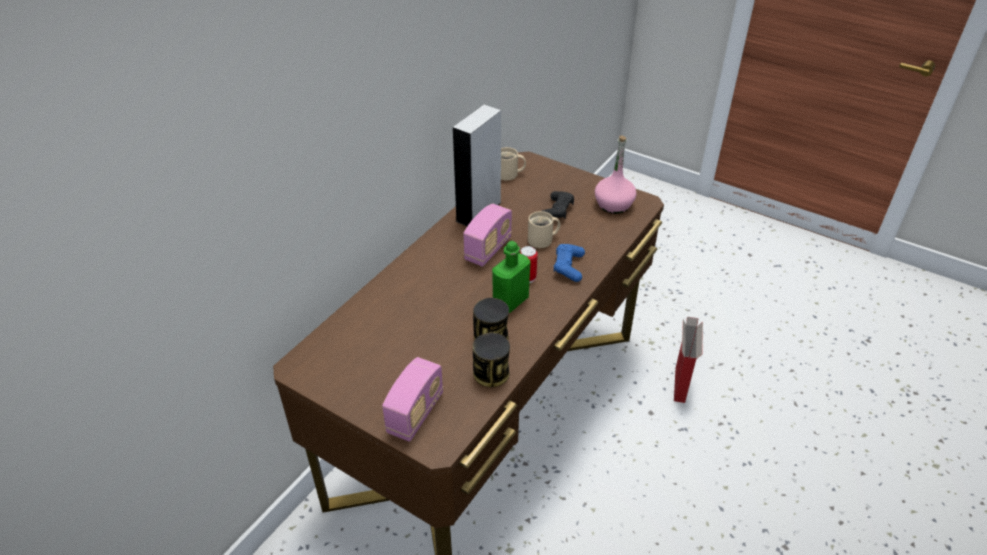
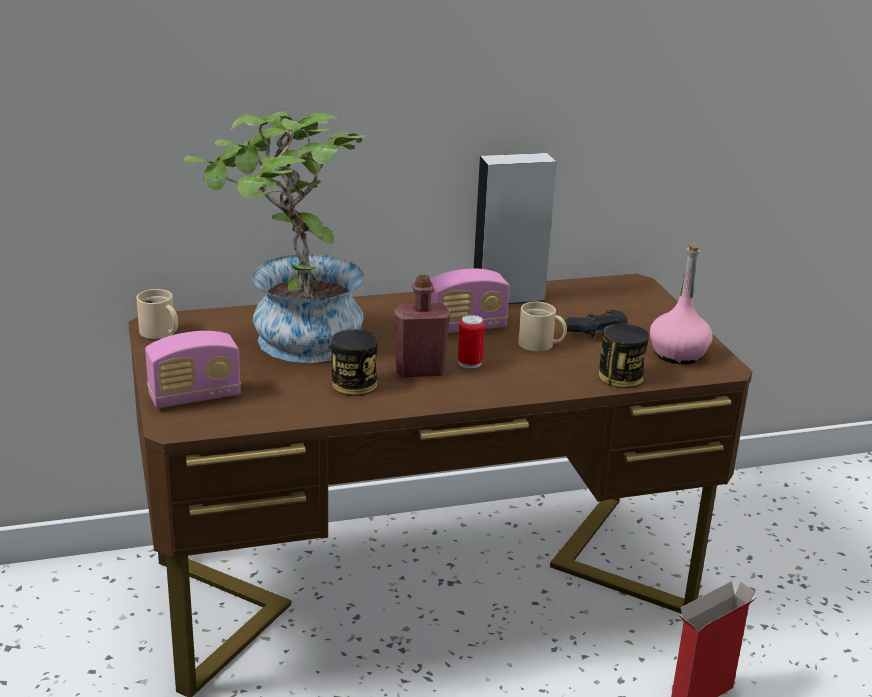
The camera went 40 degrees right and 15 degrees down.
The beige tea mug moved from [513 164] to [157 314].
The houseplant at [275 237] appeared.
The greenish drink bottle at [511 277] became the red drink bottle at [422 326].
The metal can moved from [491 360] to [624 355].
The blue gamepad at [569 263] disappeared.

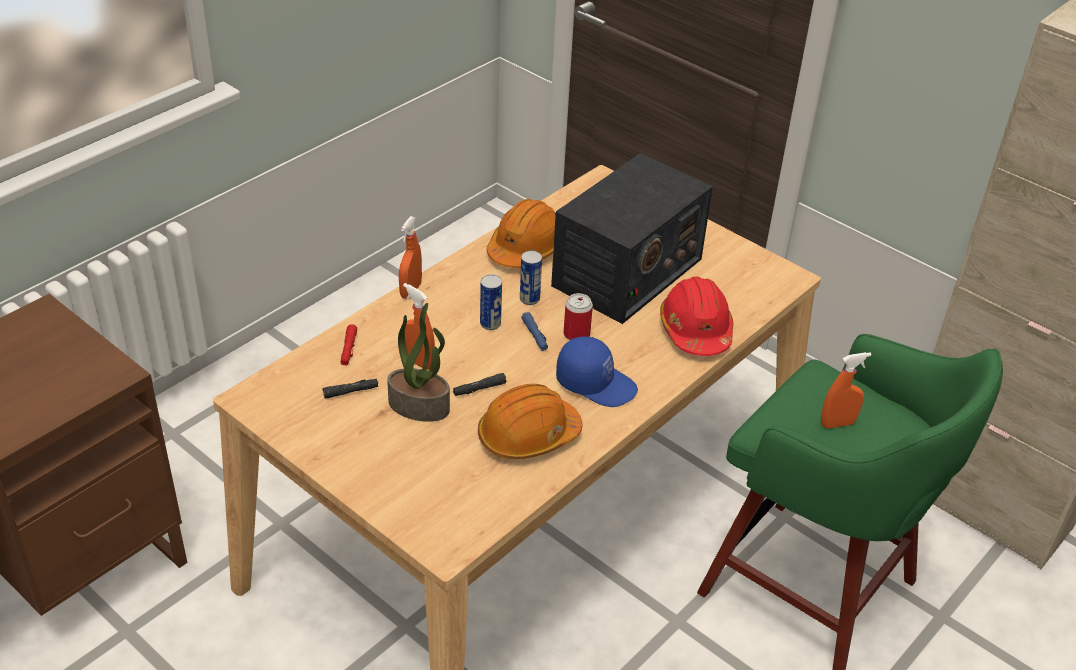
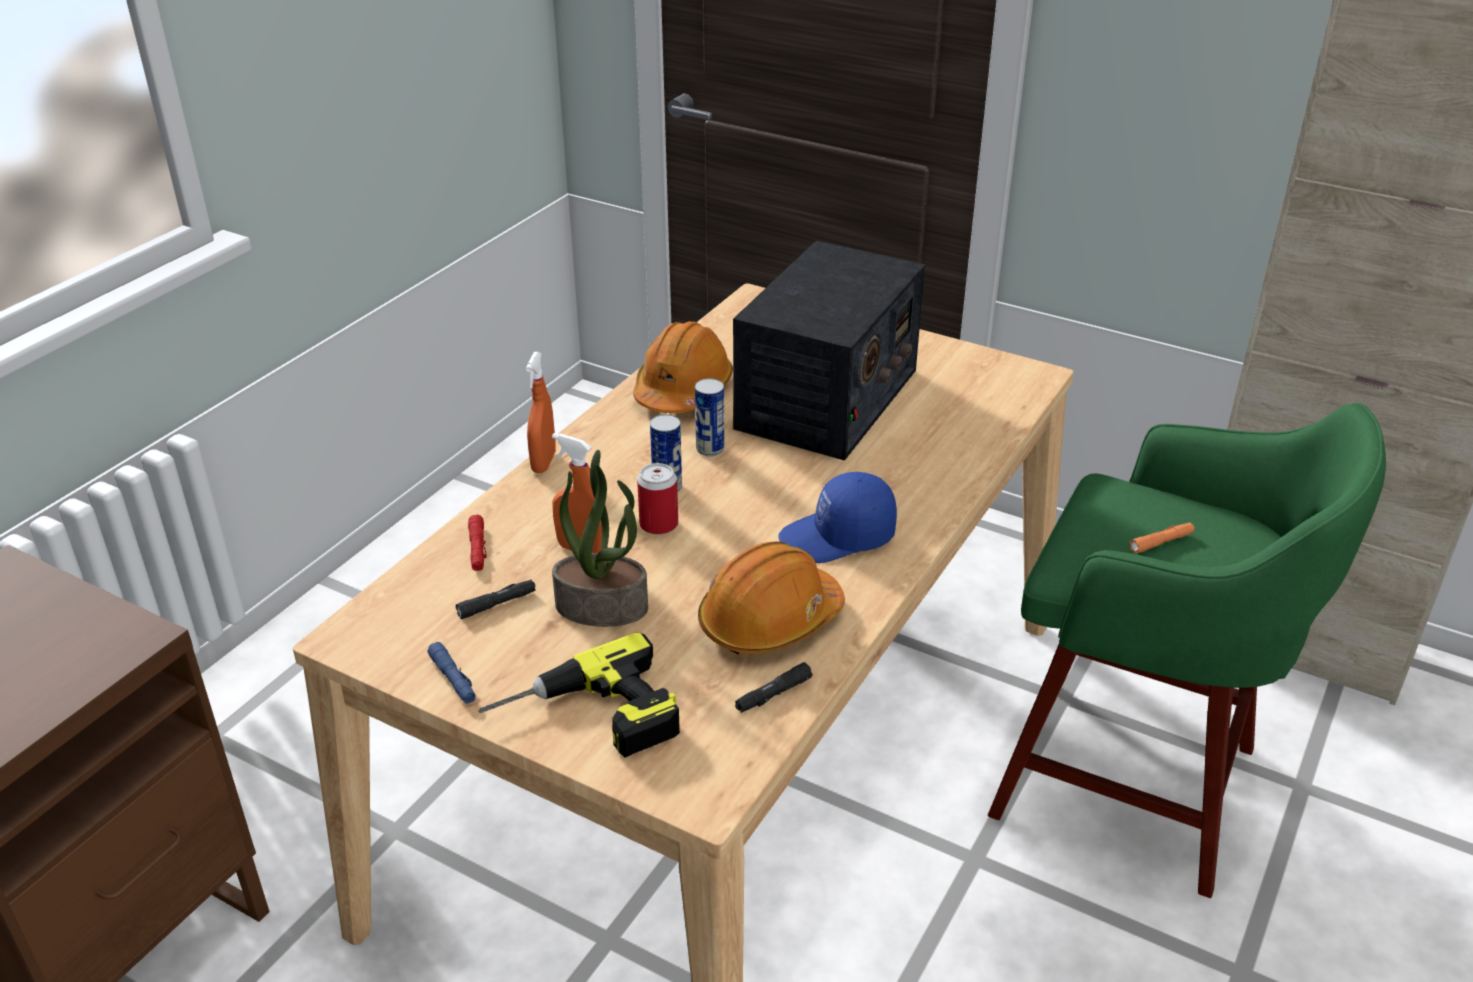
The camera went 10 degrees left and 5 degrees down.
The blue hand torch moved from [535 331] to [451 673].
The power drill at [579 695] appeared.
The metal can moved from [578 316] to [657 499].
The black hand torch moved from [479 384] to [773 687].
The blue peaked cap at [597 371] turned 150 degrees clockwise.
The orange-coloured sprayer at [846 390] was replaced by the orange-coloured hand torch at [1161 538].
The red safety helmet at [697 316] disappeared.

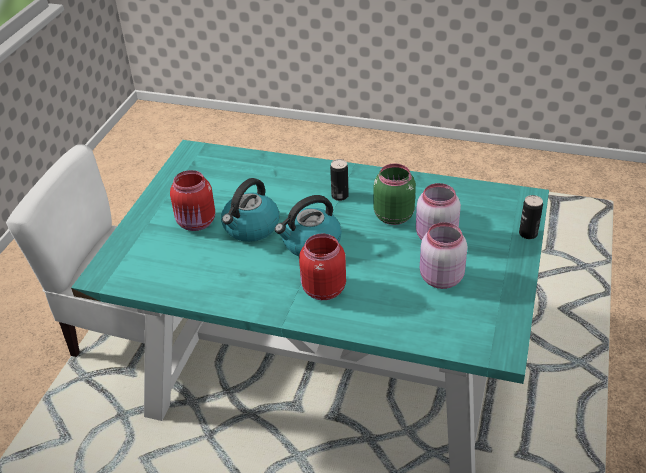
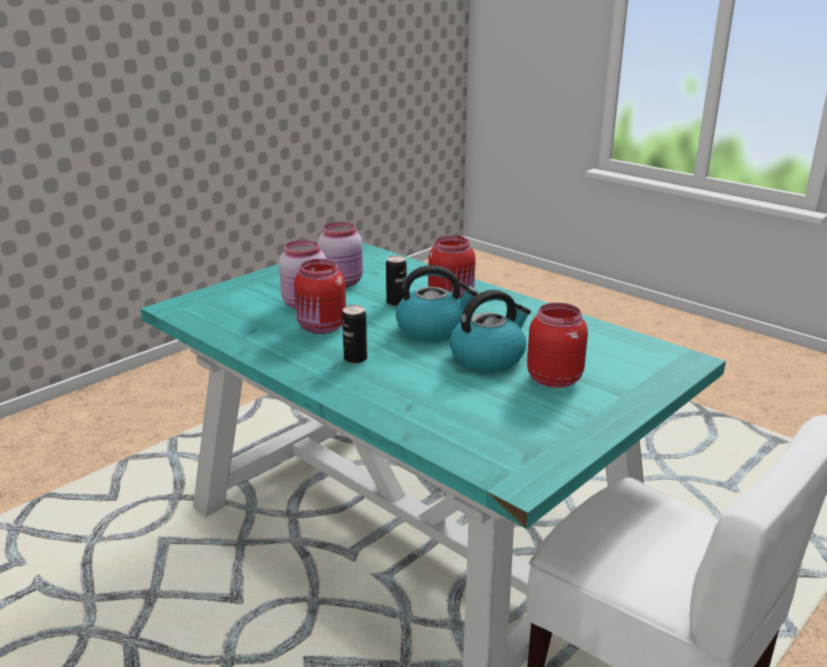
The camera went 155 degrees left and 15 degrees down.
The greenish jar at [395 194] became the red jar at [320 296].
The metal can moved from [531 217] to [396 280].

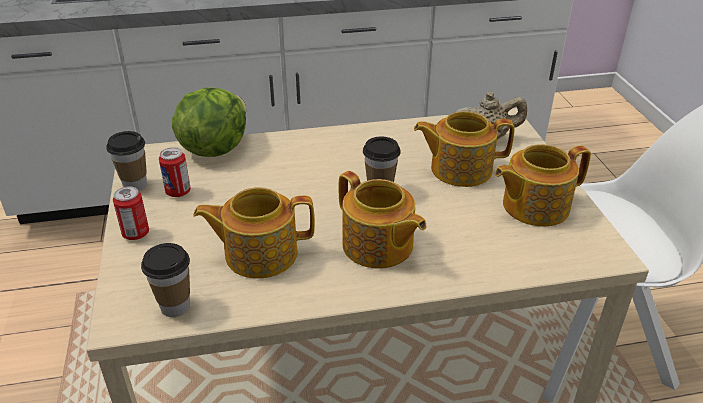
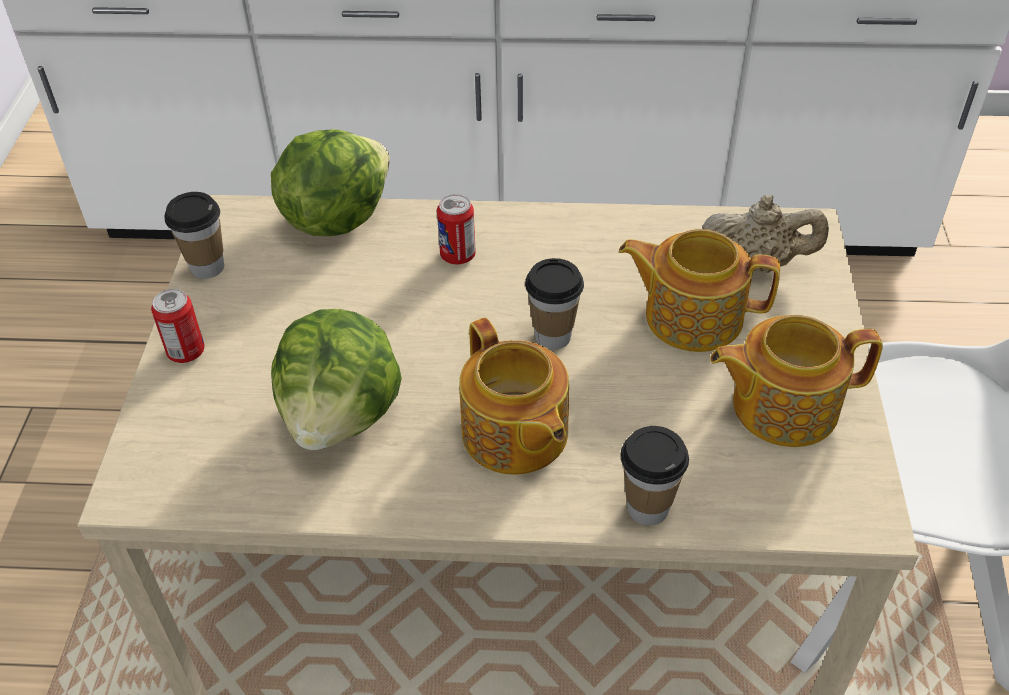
The camera went 15 degrees right and 10 degrees up.
The pot for tea at [254 232] was replaced by the lettuce at [336 379].
The metal can moved from [175 172] to [456 229].
The small cup moved from [165 280] to [654 476].

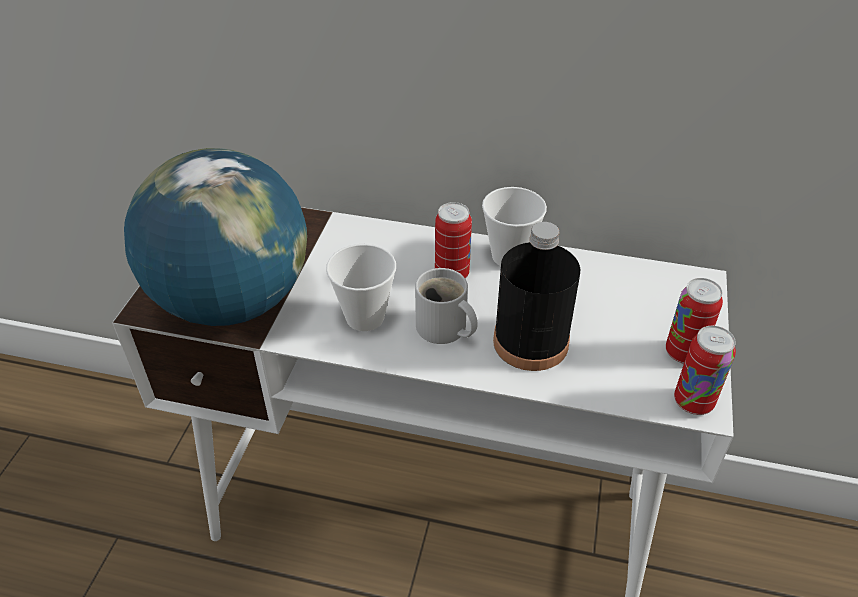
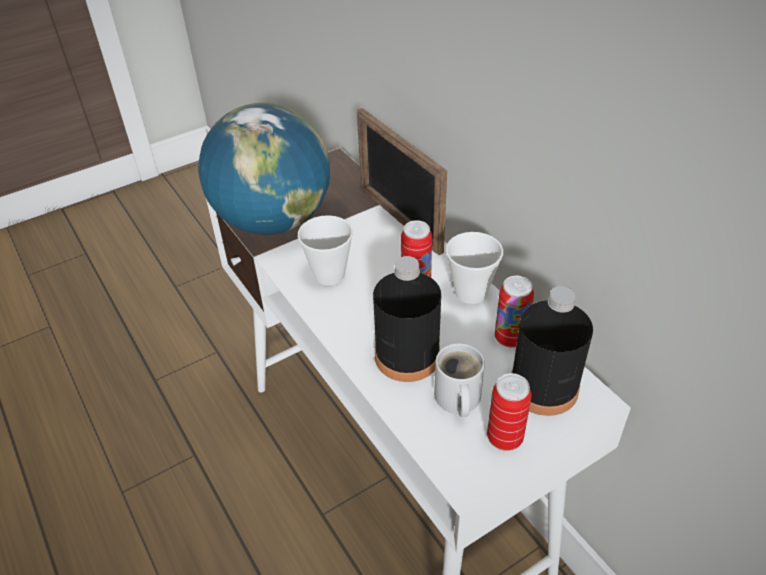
The camera went 45 degrees right and 0 degrees up.
The photo frame at [402 181] appeared.
The white-coloured tea mug moved from [446 306] to [459 380].
The metal can moved from [705 370] to [514 312].
The black drink bottle at [552 351] appeared.

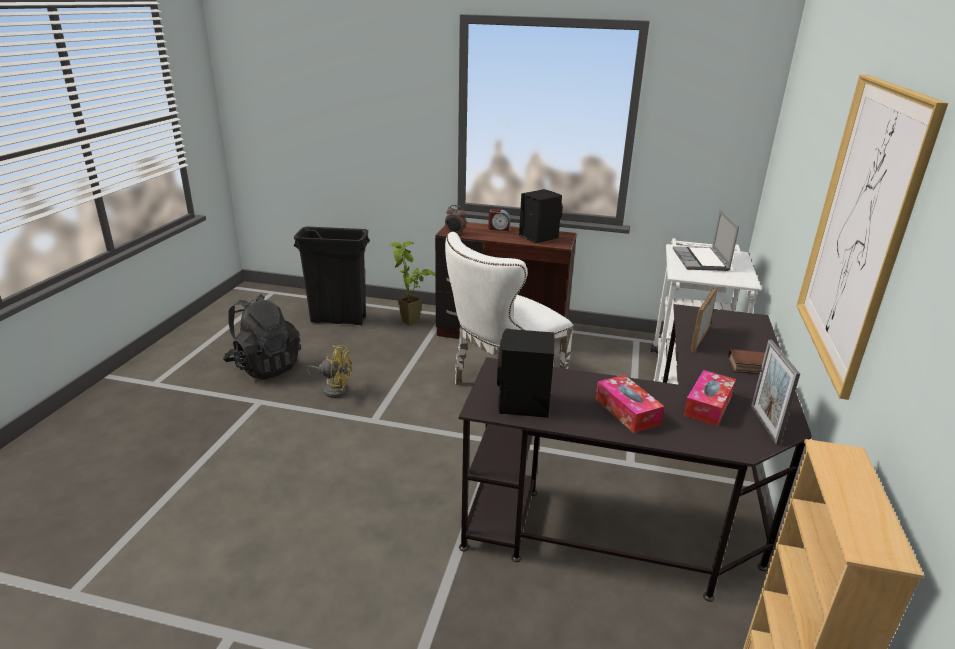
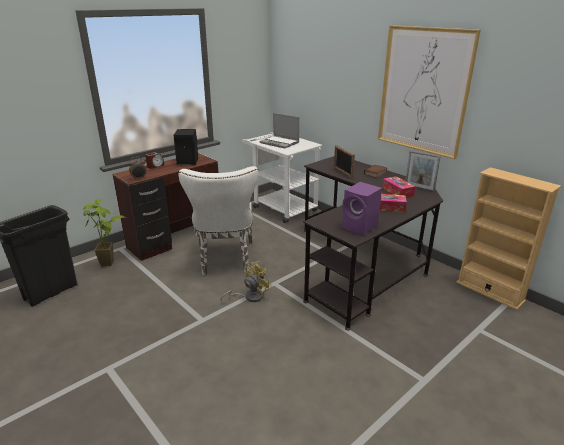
The camera went 55 degrees left and 0 degrees up.
The yellowish fan moved from [329 371] to [246 281].
The black loudspeaker at [526 373] became the purple-coloured loudspeaker at [362 208].
The black backpack at [262 337] disappeared.

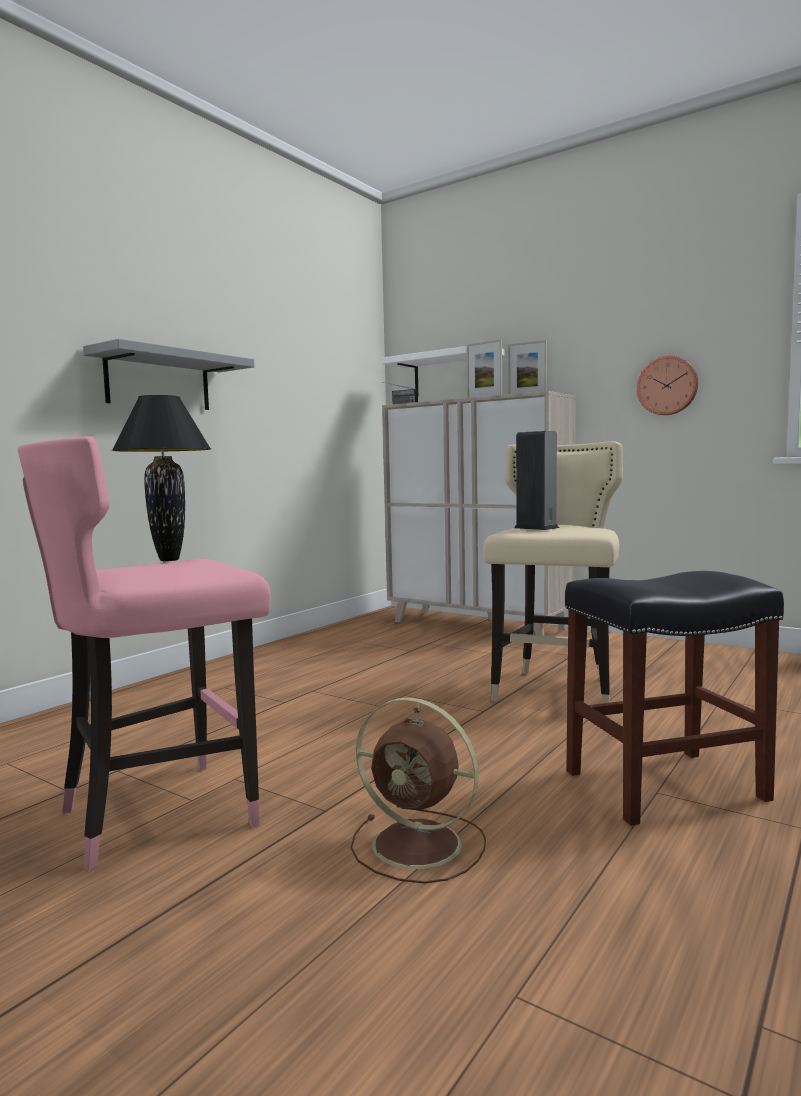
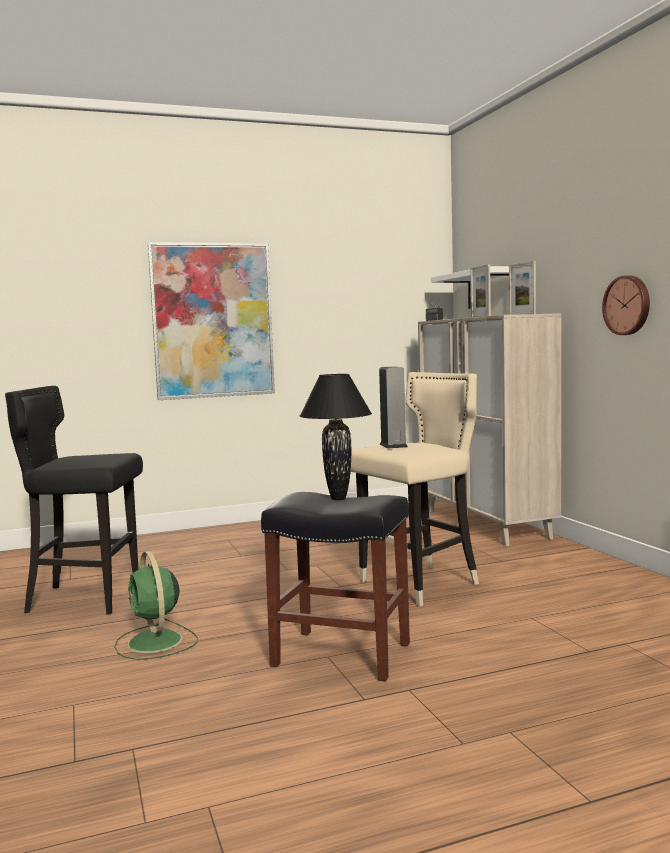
The camera went 35 degrees right and 0 degrees up.
The pink sitting stool at [144 653] became the black sitting stool at [74 500].
The brownish fan at [418 790] became the greenish fan at [156 605].
The gray bracket shelf at [169 374] was replaced by the wall picture at [211 321].
The black lamp for a table moved from [161 478] to [336 437].

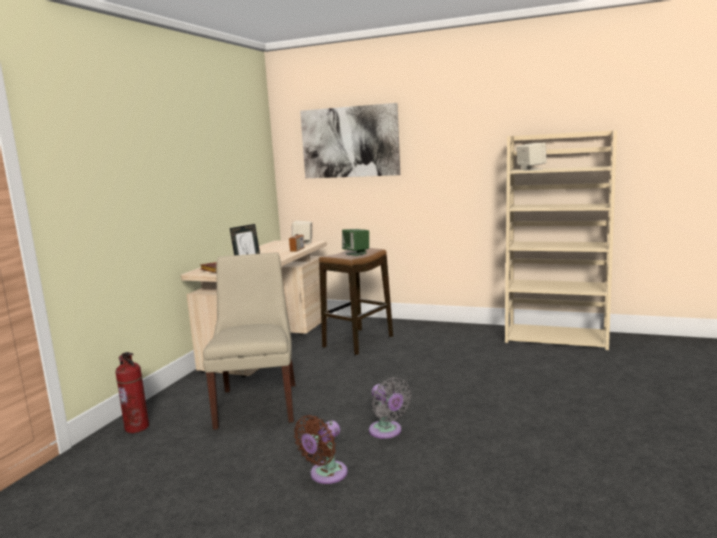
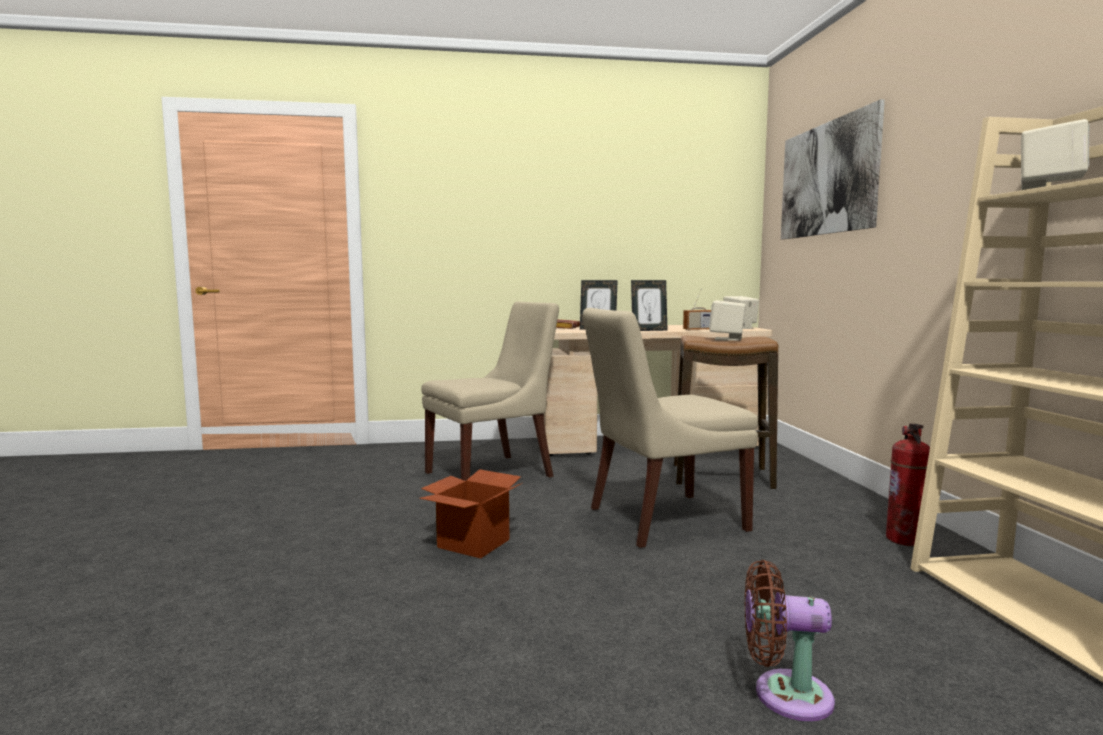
The camera went 60 degrees right and 5 degrees down.
The gray fan at [390 408] was replaced by the cardboard box at [470 514].
The beige chair at [670 428] appeared.
The photo frame at [649 305] appeared.
The greenish loudspeaker at [355 242] became the beige loudspeaker at [727 320].
The brownish fan moved from [321 449] to [790 640].
The fire-fighting cylinder moved from [132 392] to [908 485].

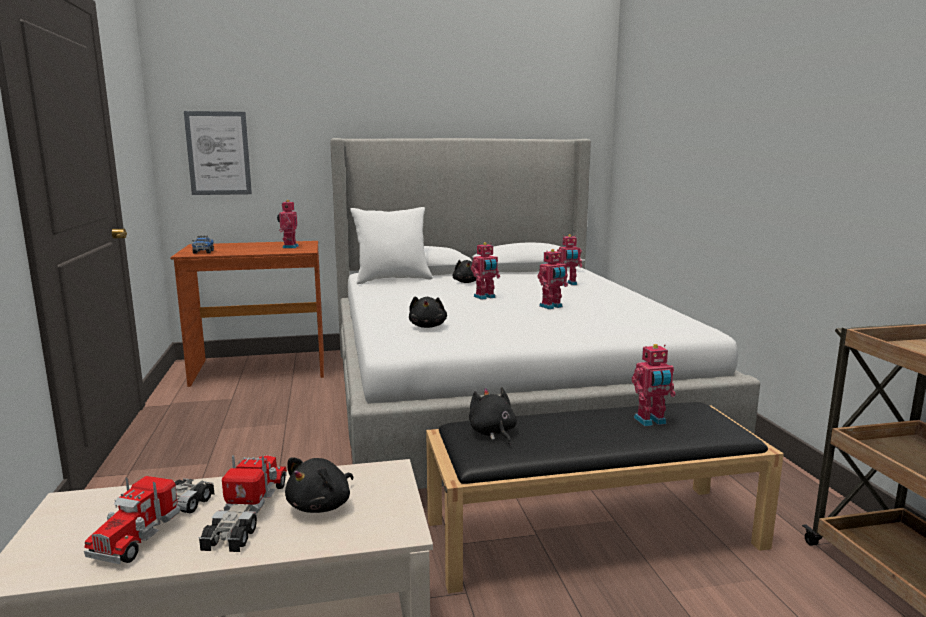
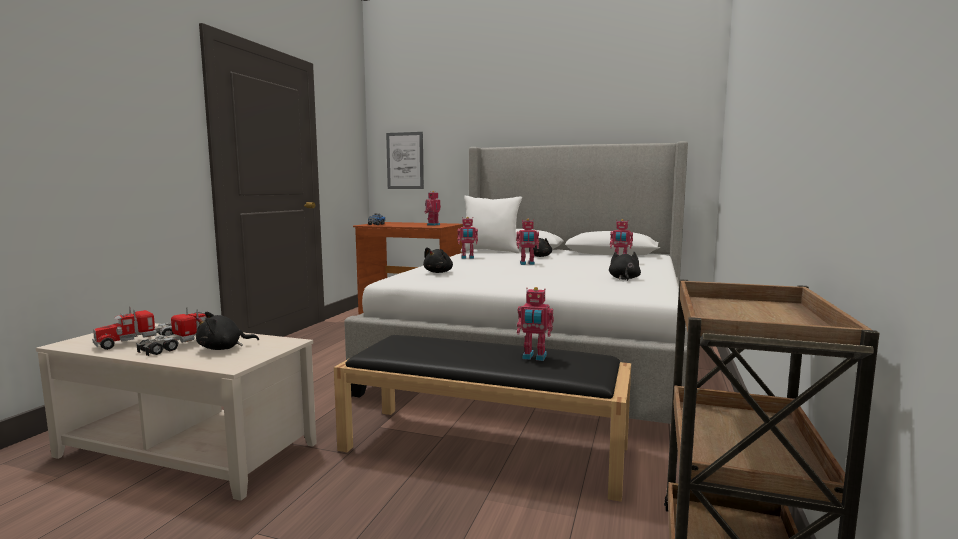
The camera went 30 degrees right and 5 degrees down.
The toy robot moved from [552 279] to [467 238].
The black soft toy moved from [493 416] to [625 266].

